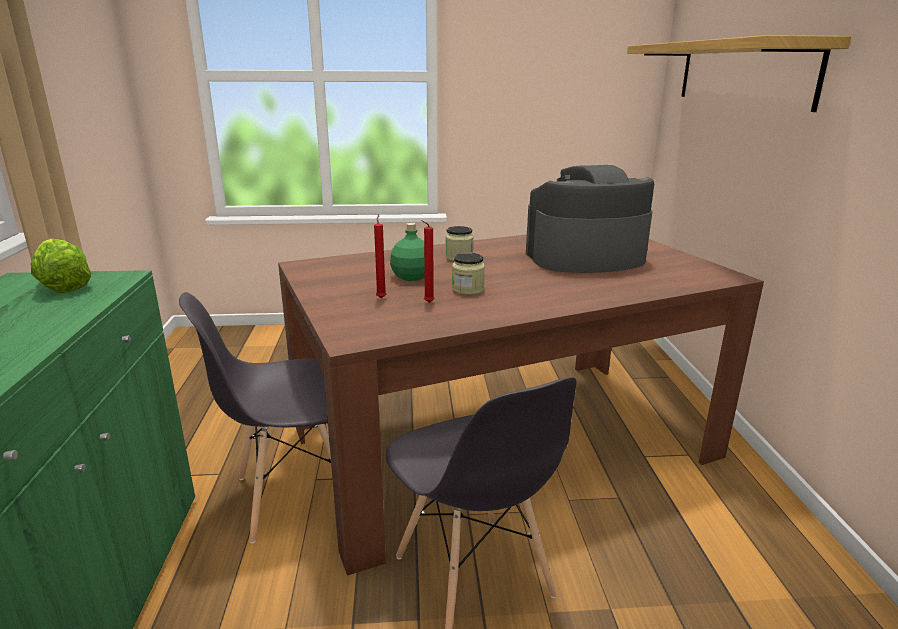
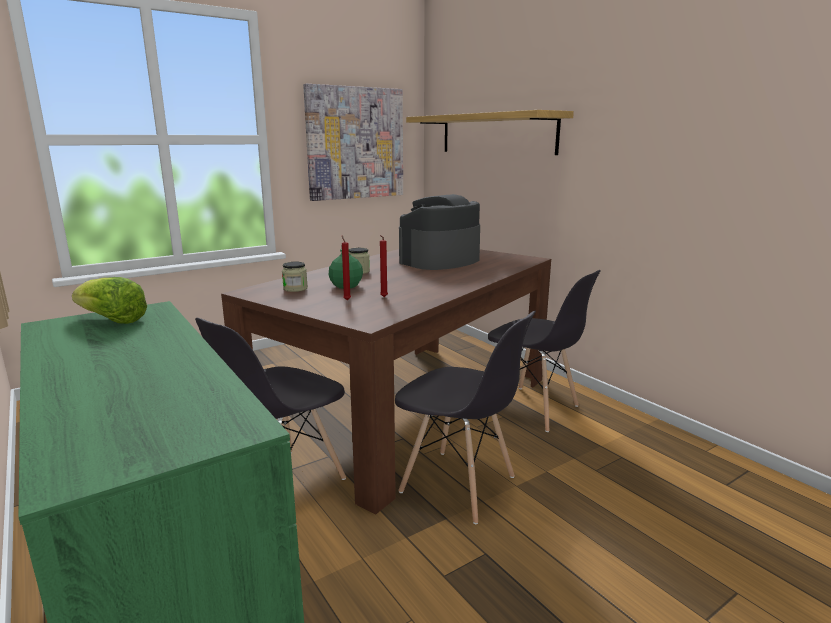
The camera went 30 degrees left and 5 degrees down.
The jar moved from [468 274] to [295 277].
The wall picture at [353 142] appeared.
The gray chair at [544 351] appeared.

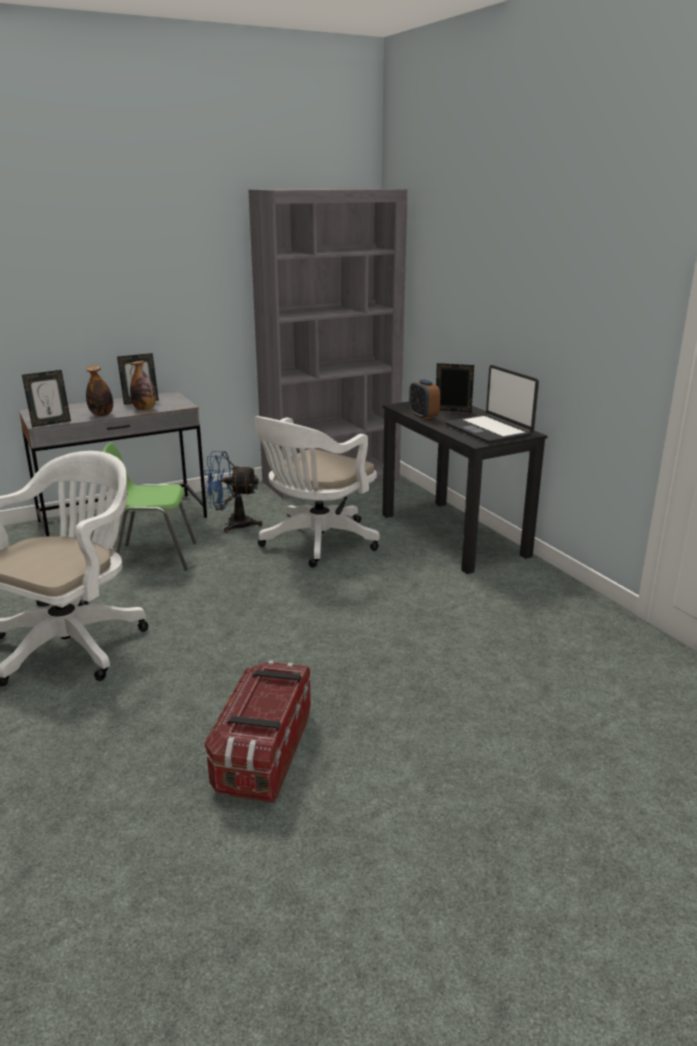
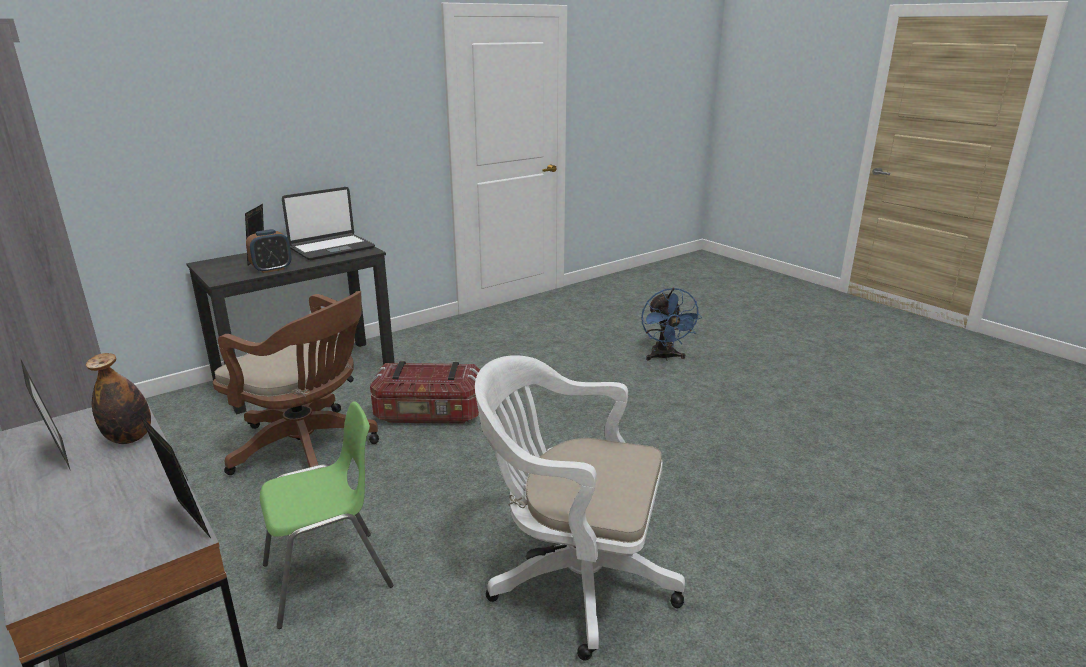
The camera went 100 degrees left and 0 degrees up.
The white-coloured desk chair at [317 492] became the brownish desk chair at [296 383].
The greenish chair at [149 506] turned 105 degrees counterclockwise.
The storage bin moved from [258 731] to [425 392].
The blue fan moved from [233 492] to [671 324].
The drink bottle at [99 390] disappeared.

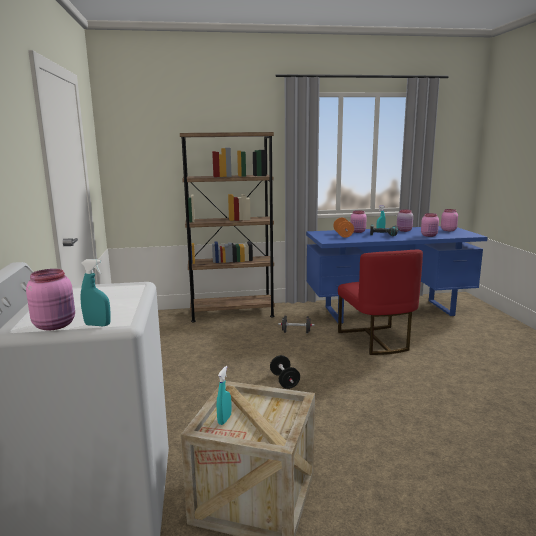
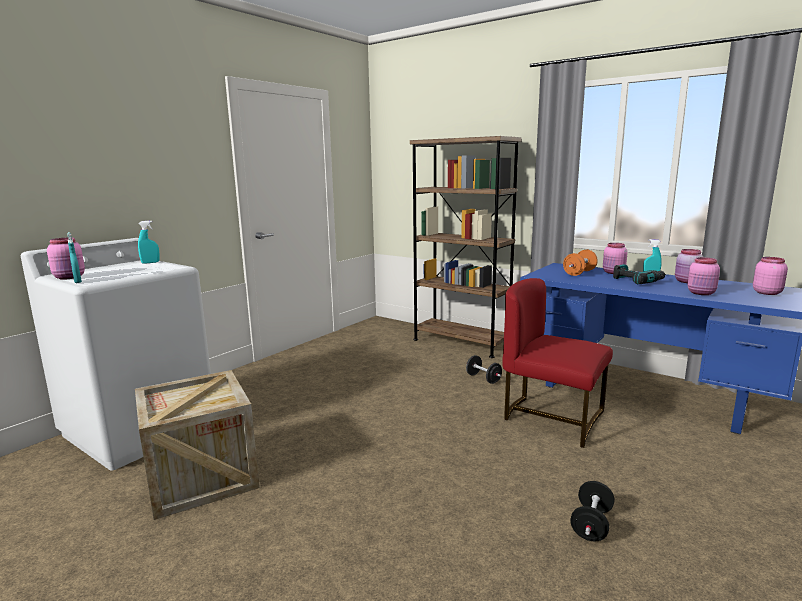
The camera went 45 degrees right and 0 degrees up.
The turquoise-coloured sprayer moved from [224 395] to [149 242].
The red chair at [380 302] turned 90 degrees clockwise.
The black free weight moved from [285 372] to [592 511].

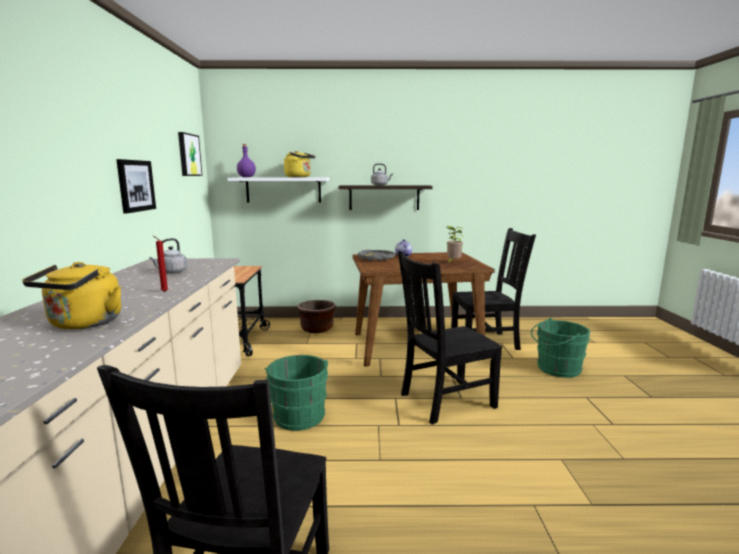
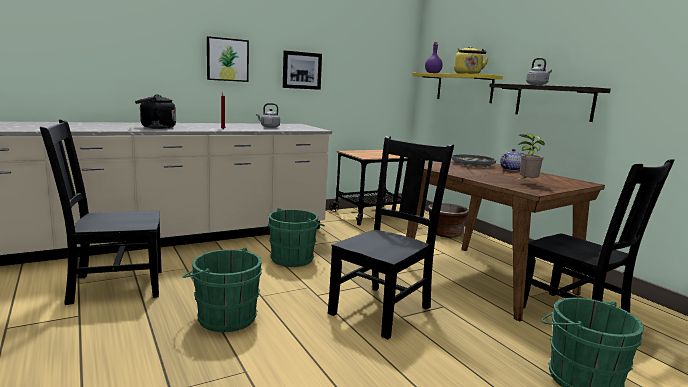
The camera went 60 degrees right and 0 degrees up.
The yellowish tea kettle at [71 295] became the black tea kettle at [155 111].
The greenish pail at [222 289] appeared.
The wall picture moved from [190 154] to [228 59].
The black chair at [450 337] turned 90 degrees clockwise.
The white-coloured bracket shelf at [278 190] became the yellowish bracket shelf at [457 88].

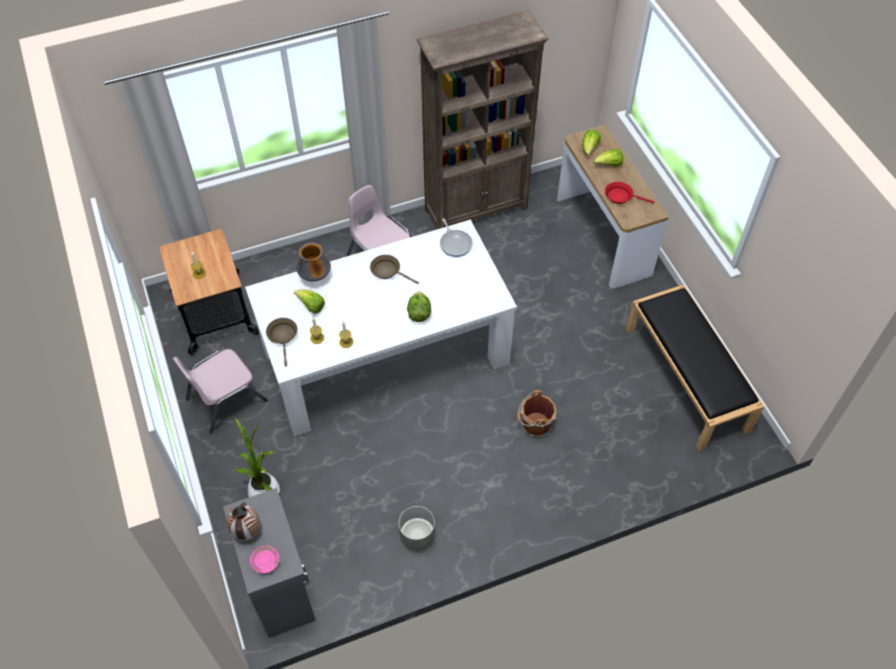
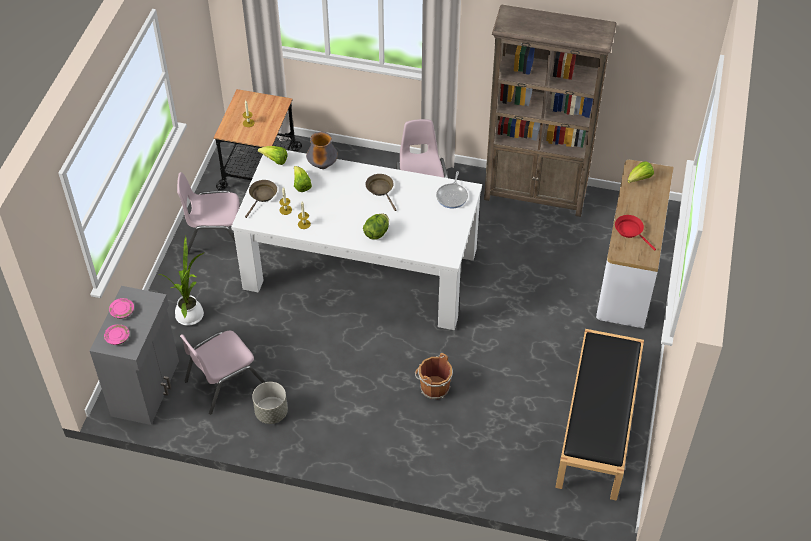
The camera went 35 degrees right and 5 degrees down.
The decorative vase at [243 521] was replaced by the pink dinner plate at [121 308].
The pink chair at [223 373] appeared.
The lettuce moved from [608 157] to [273 155].

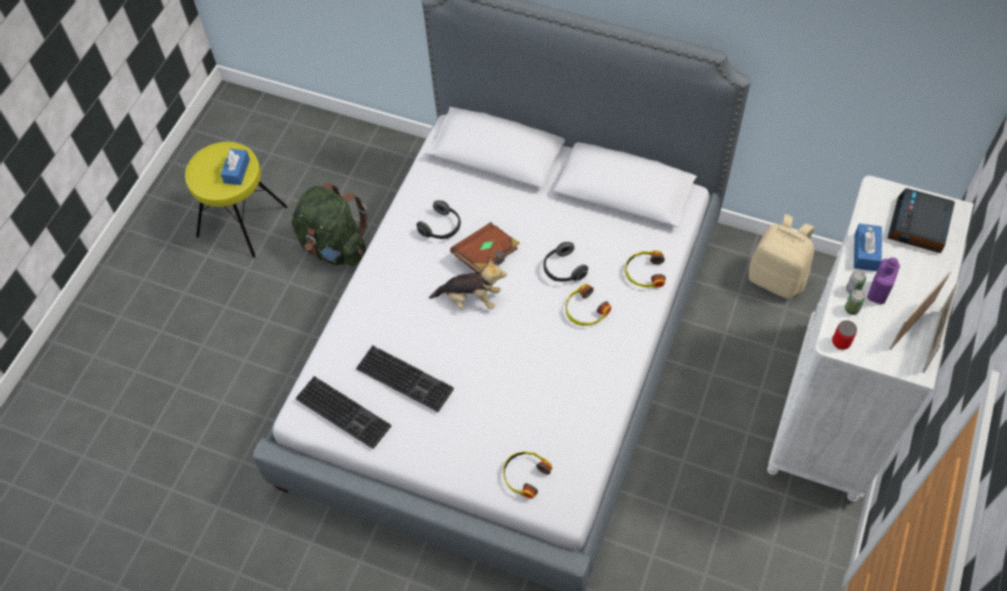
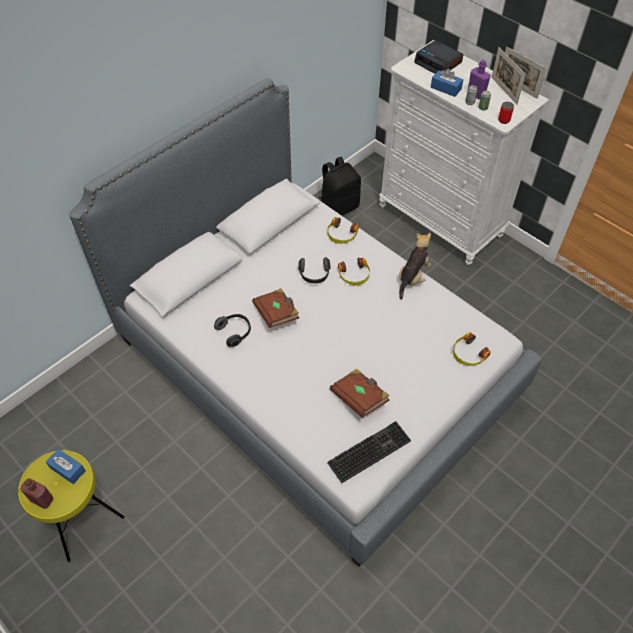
The camera went 70 degrees left and 5 degrees down.
The red drink bottle at [37 493] appeared.
The beige backpack at [781 256] became the black backpack at [340 186].
The keyboard at [405 378] was replaced by the brownish bound book at [359 393].
The soft toy moved from [468 283] to [415 266].
The greenish backpack at [329 224] disappeared.

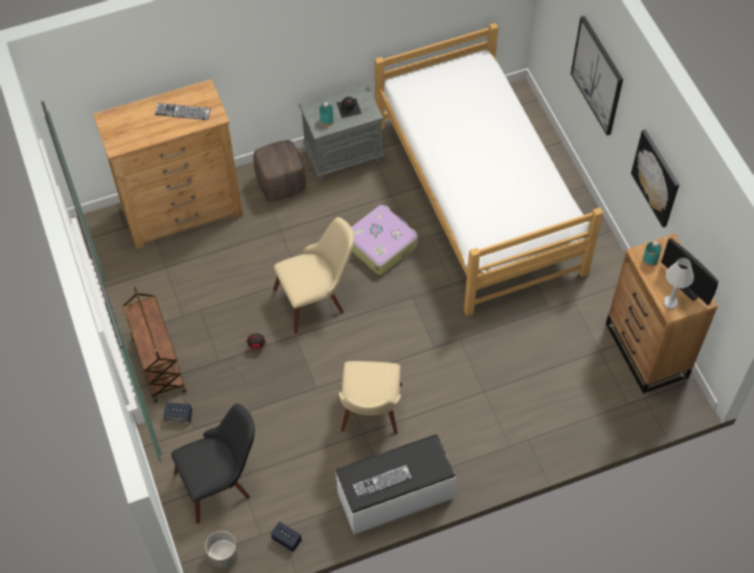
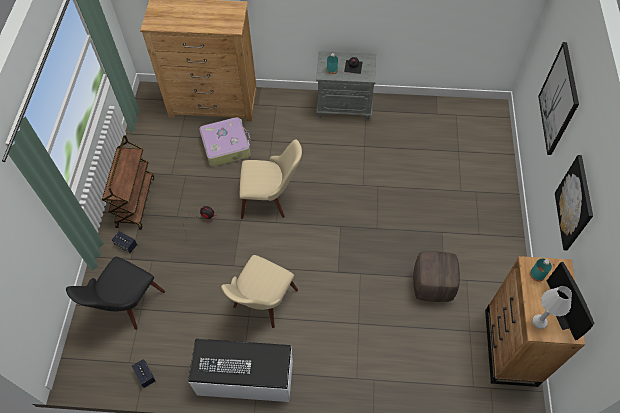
The camera went 25 degrees right and 0 degrees up.
The black chair at [213 464] turned 120 degrees clockwise.
The travel case moved from [384 240] to [225 142].
The brownish ottoman moved from [280 170] to [436 276].
The keyboard at [183 111] disappeared.
The gray plant pot at [221 550] disappeared.
The sleeping bed at [489 169] disappeared.

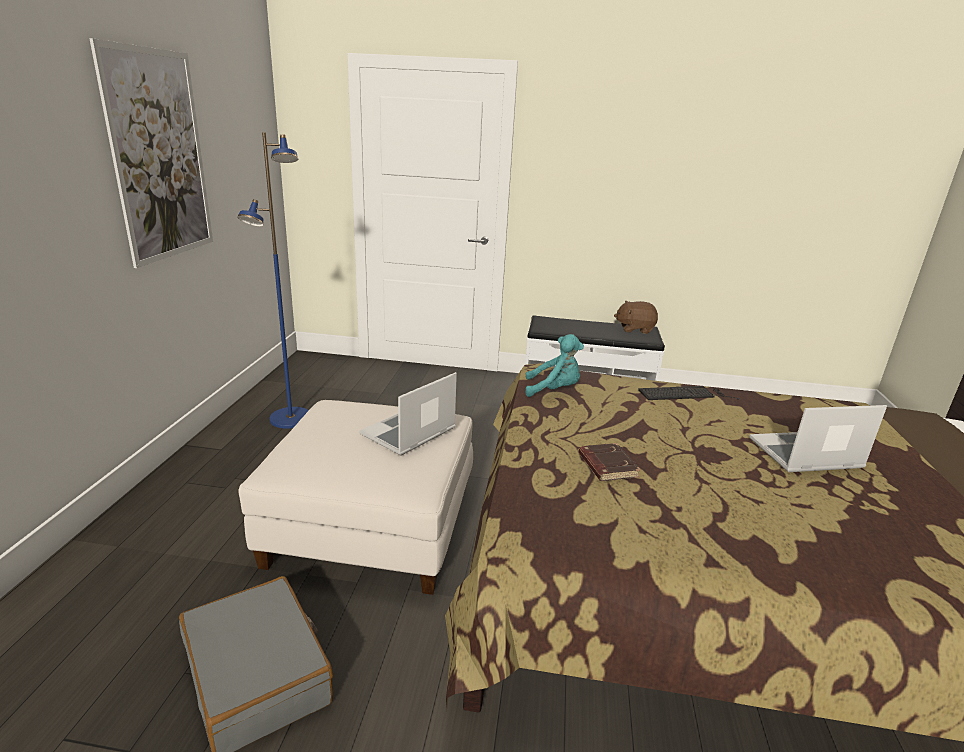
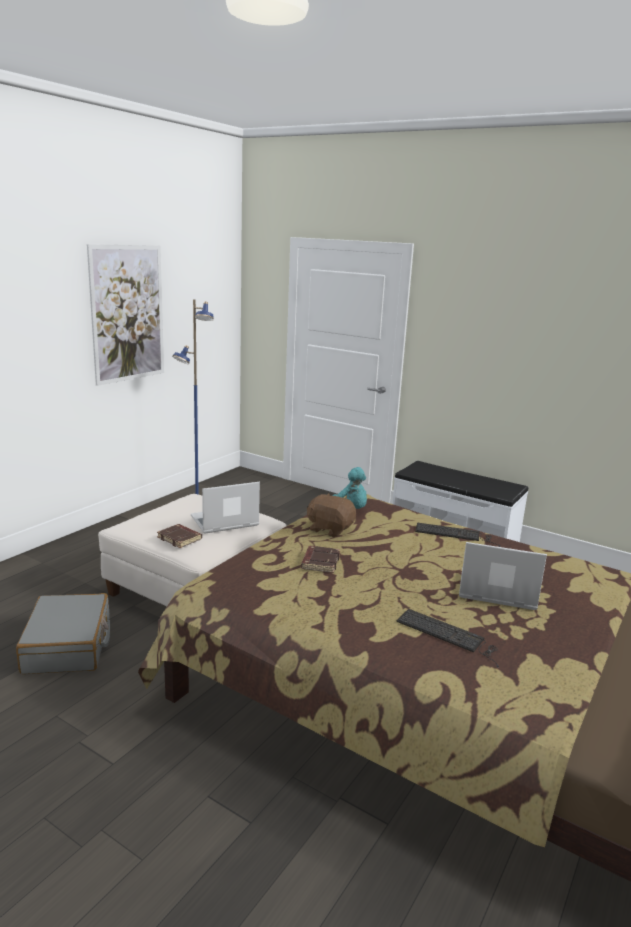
The camera went 25 degrees right and 5 degrees down.
The brownish bound book at [179 536] appeared.
The brownish soft toy moved from [636 317] to [331 515].
The keyboard at [447 638] appeared.

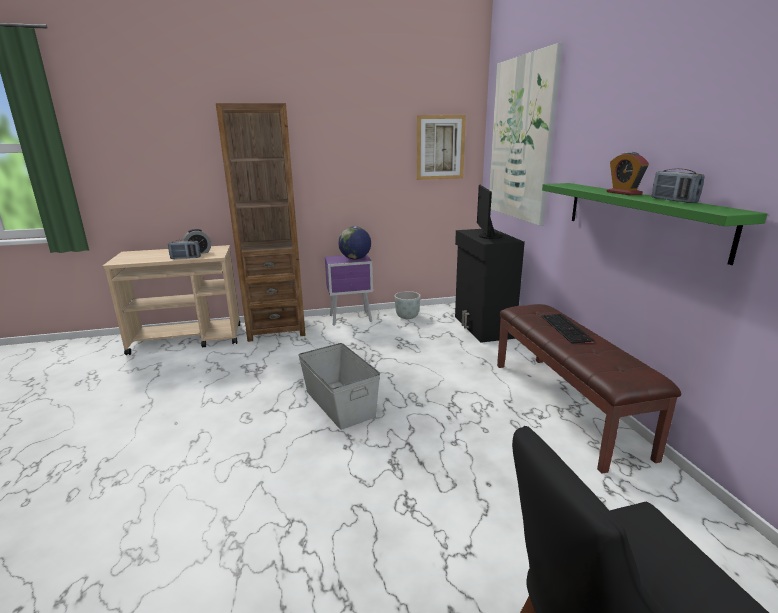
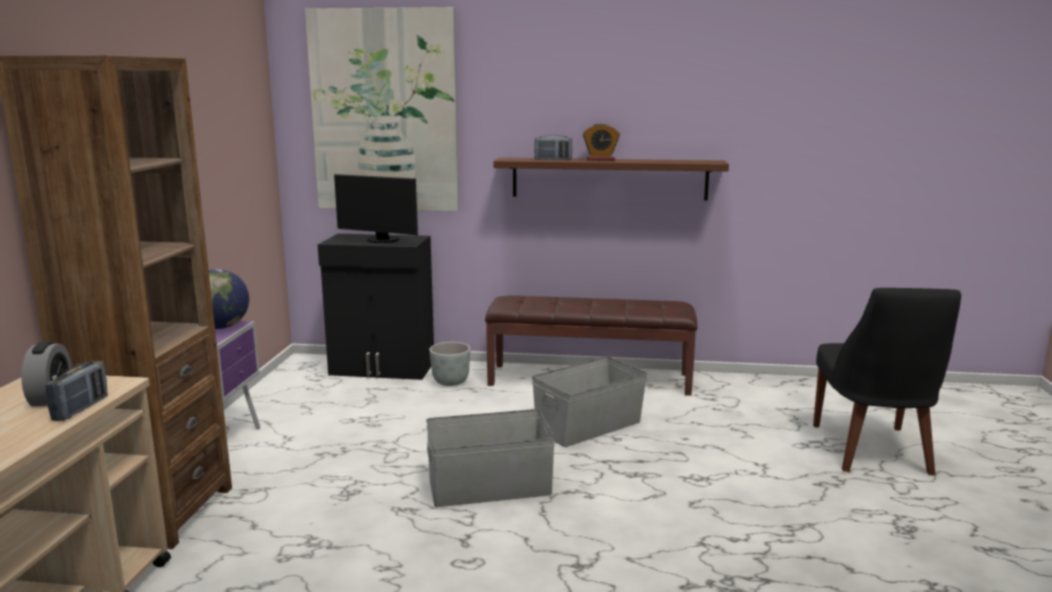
The camera went 70 degrees left and 5 degrees down.
The gray plant pot moved from [408 305] to [449 364].
The greenish bracket shelf at [654 224] became the brownish bracket shelf at [611 179].
The gray storage bin at [589 402] appeared.
The radio moved from [678 185] to [553 147].
The wall picture at [441 147] disappeared.
The keyboard at [567 329] disappeared.

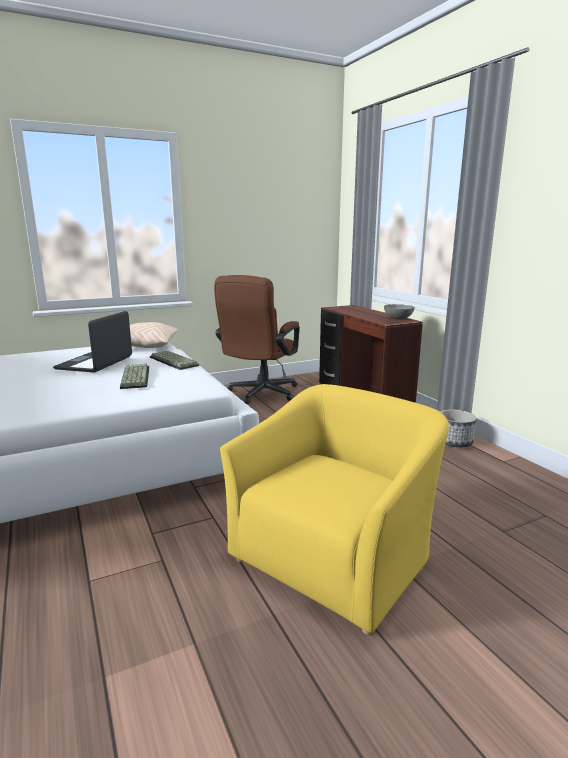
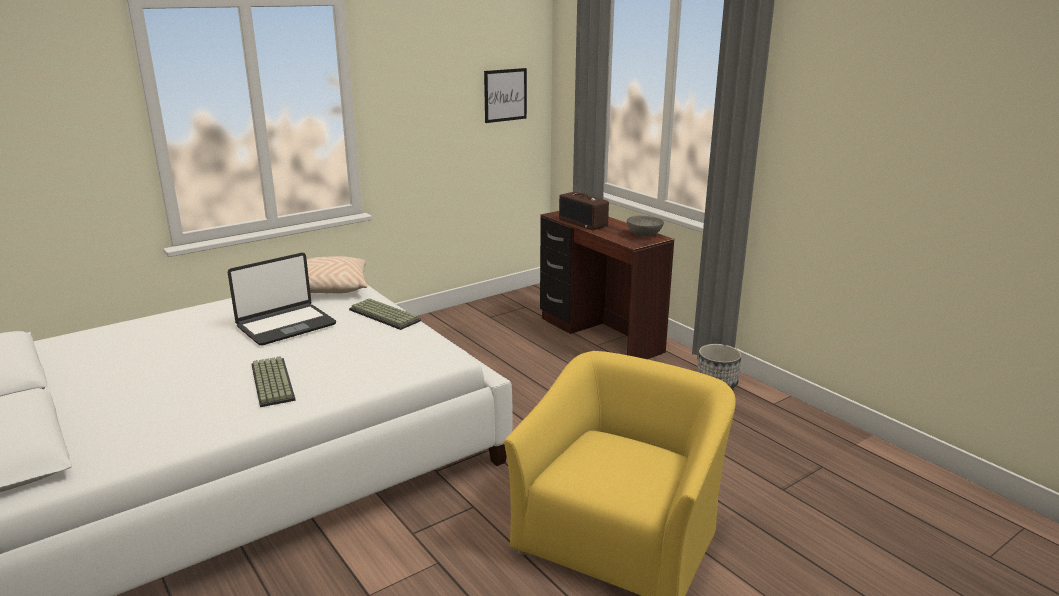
The camera went 10 degrees left and 5 degrees up.
The laptop at [92 342] turned 135 degrees counterclockwise.
The keyboard moved from [134 376] to [273 381].
The wall picture at [505 95] appeared.
The radio at [584 211] appeared.
The brownish desk chair at [257 339] disappeared.

